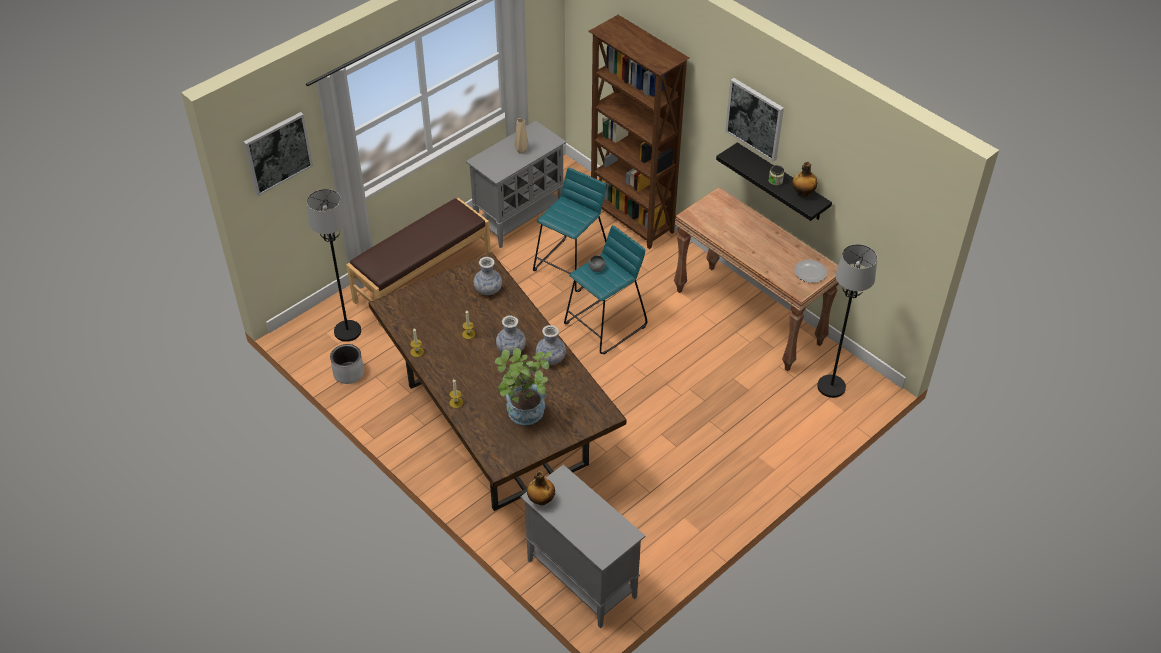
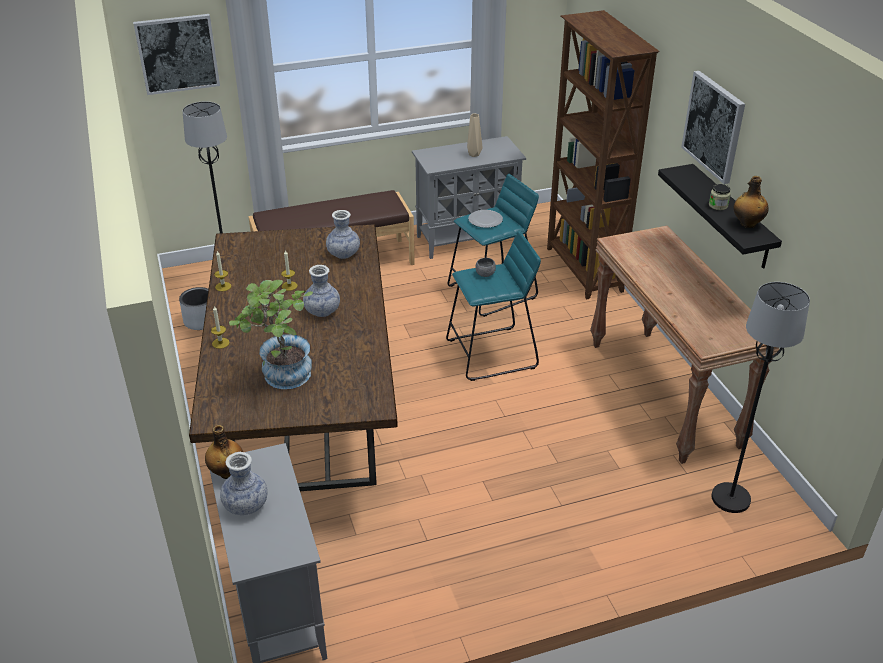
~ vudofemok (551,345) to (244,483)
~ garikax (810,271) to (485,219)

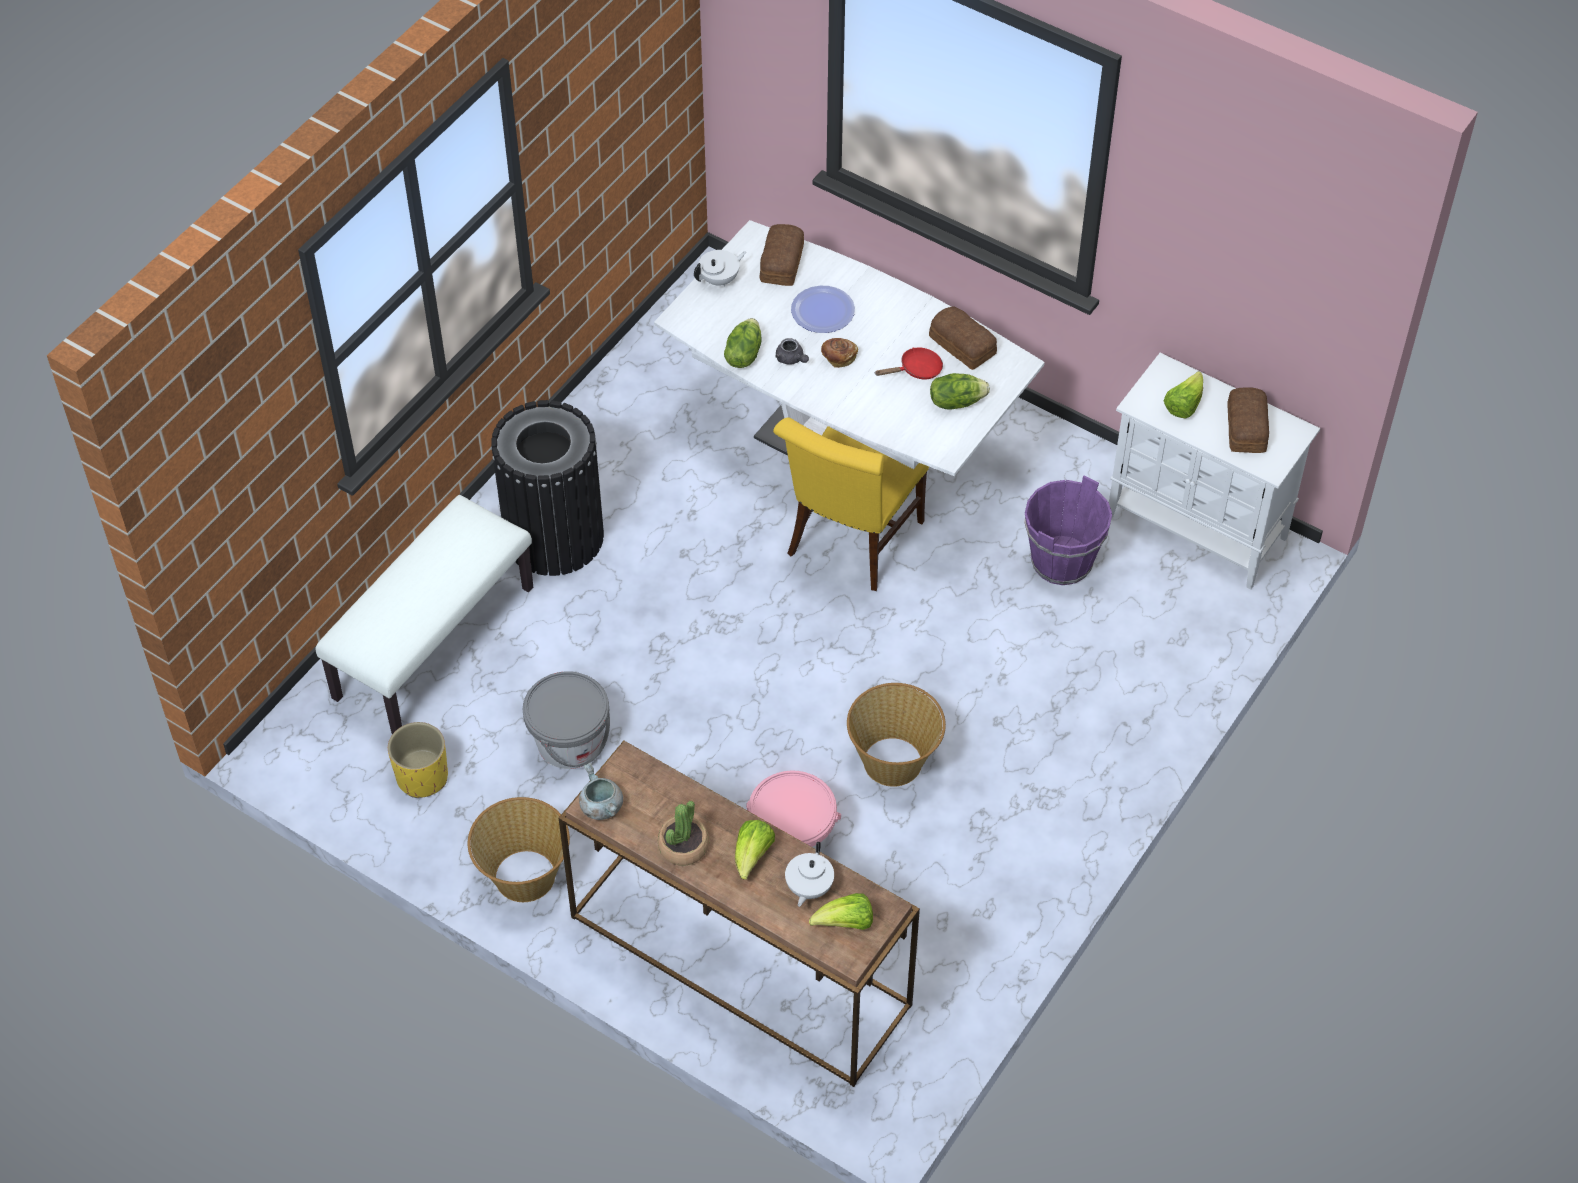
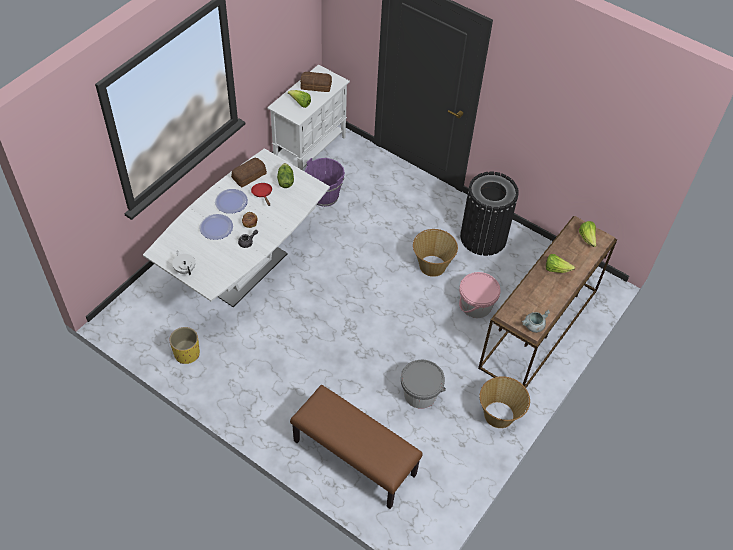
- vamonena (683,833)
- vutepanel (743,343)
- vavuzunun (782,255)
- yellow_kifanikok (851,504)
- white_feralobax (809,874)
+ garikax (231,201)
~ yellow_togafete (418,760) to (185,345)
~ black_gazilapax (547,488) to (489,214)
~ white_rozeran (424,614) to brown_rozeran (356,447)

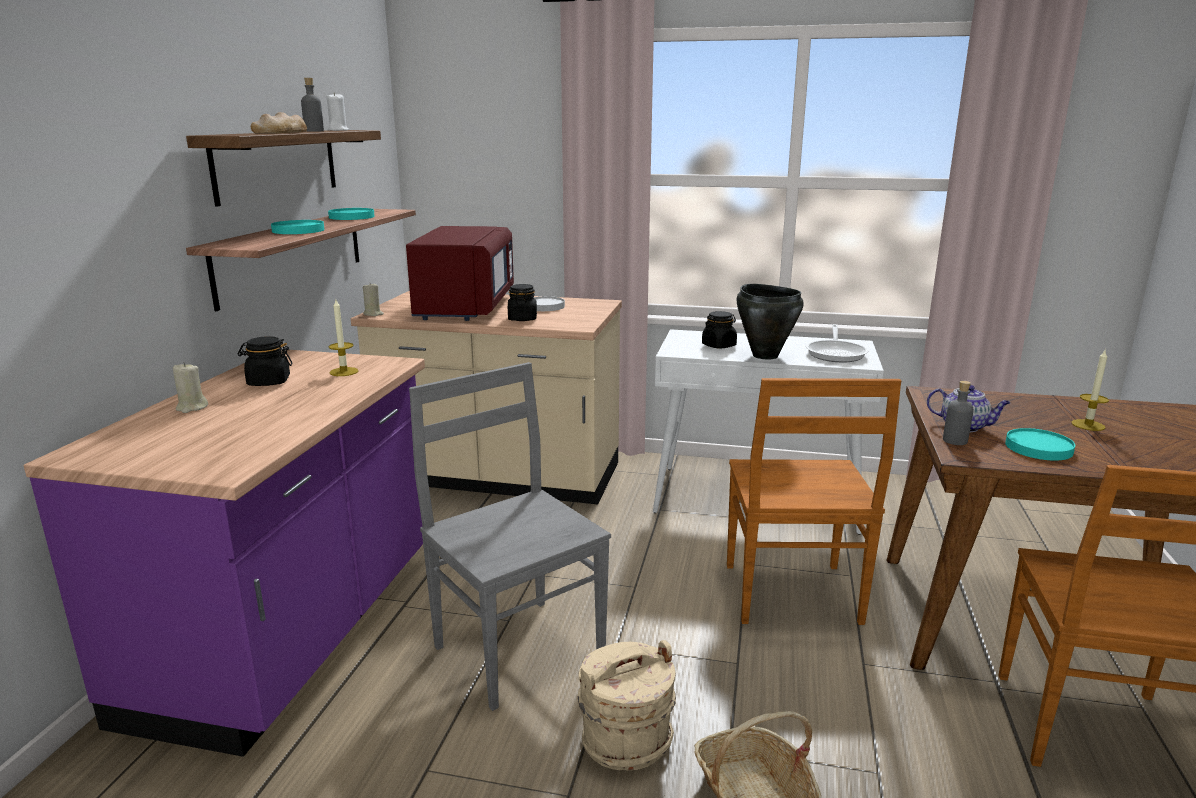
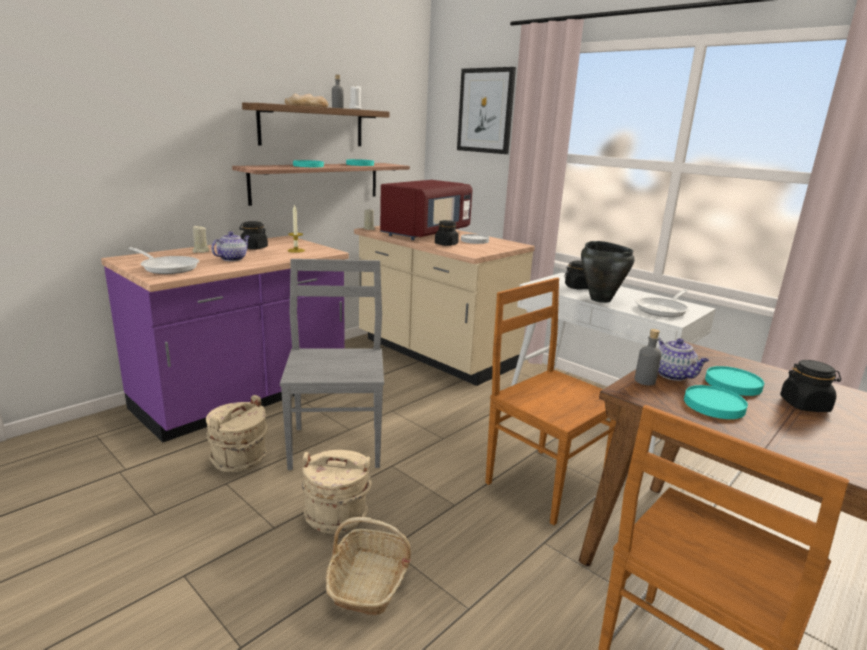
+ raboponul (164,260)
+ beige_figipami (237,433)
+ feralobax (230,246)
+ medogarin (486,110)
+ turquoise_garikax (734,381)
~ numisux (1090,390) to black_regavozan (810,386)
~ brown_kifanikok (814,501) = (550,401) 105 degrees clockwise

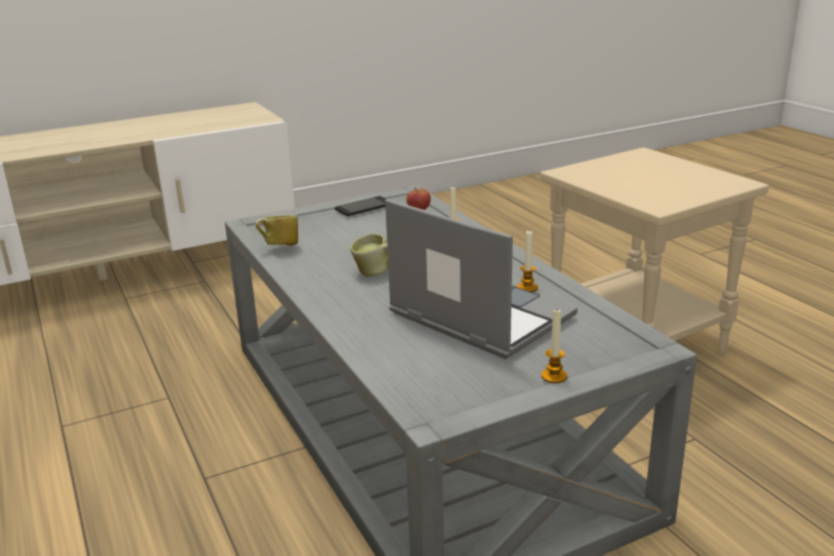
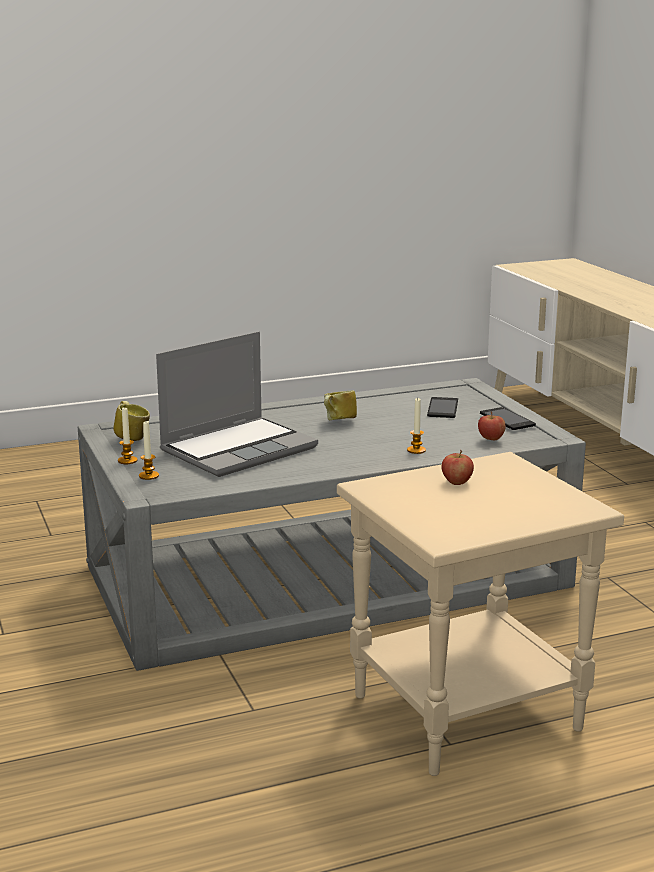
+ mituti (442,407)
+ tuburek (458,467)
~ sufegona (276,230) to (131,421)
~ numisux (527,261) to (149,450)

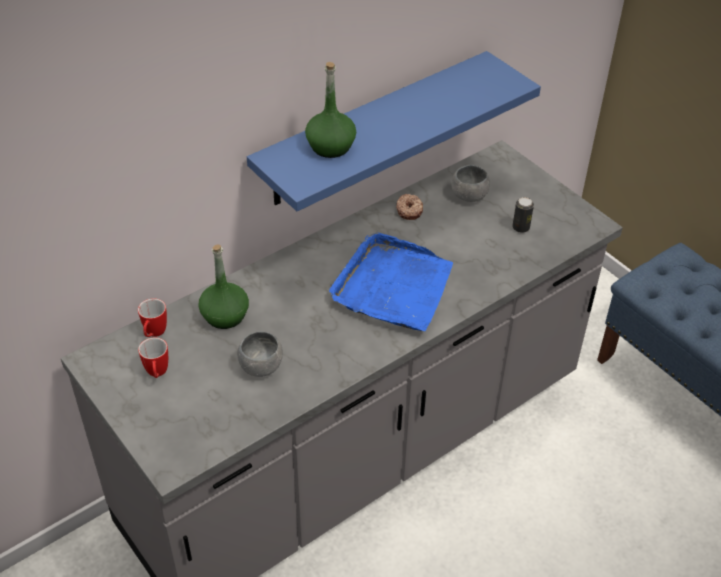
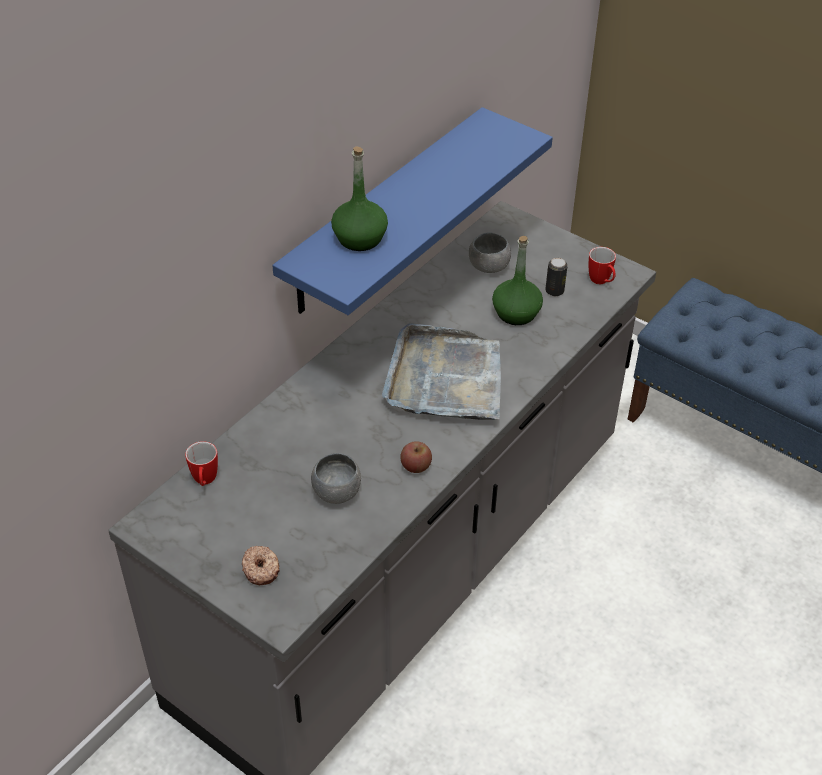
+ tuburek (416,457)
~ sufegona (153,357) to (602,265)
~ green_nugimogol (223,286) to (517,280)
~ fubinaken (409,207) to (261,565)
~ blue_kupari (391,281) to grey_kupari (441,371)

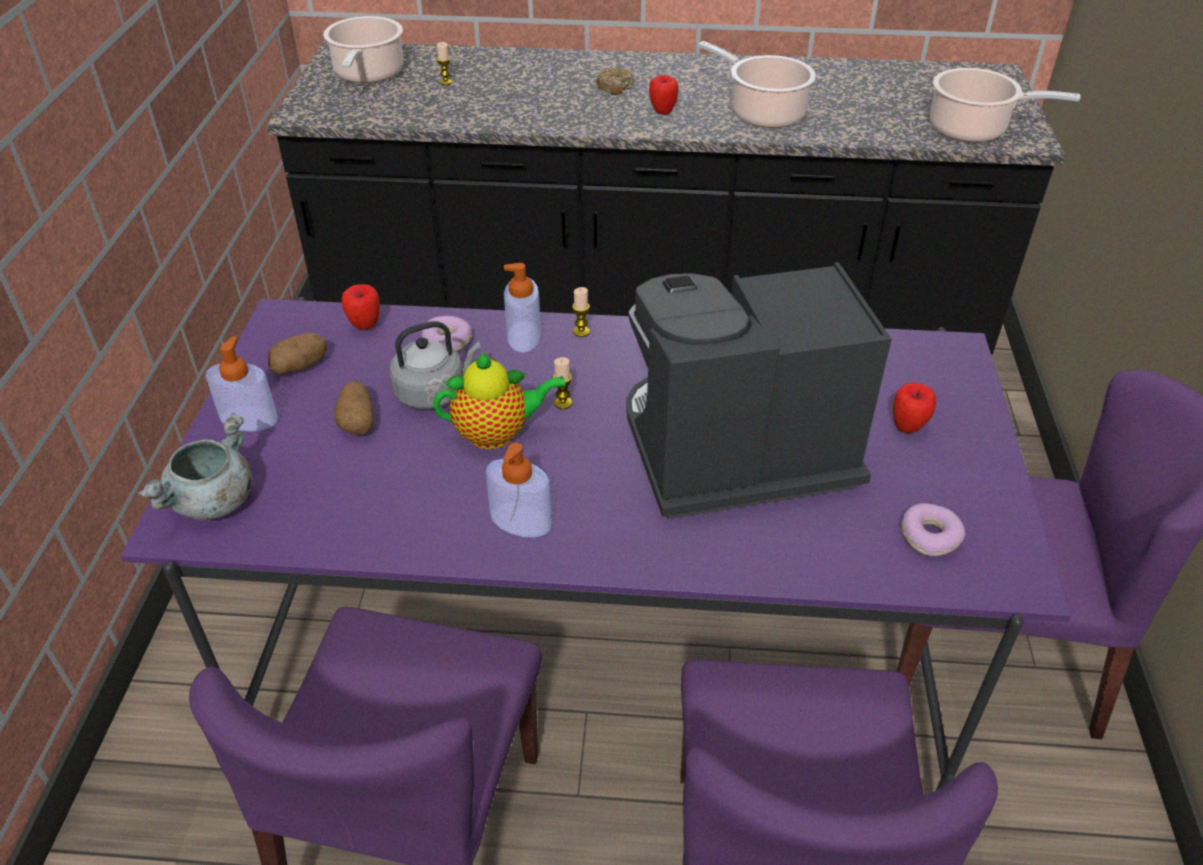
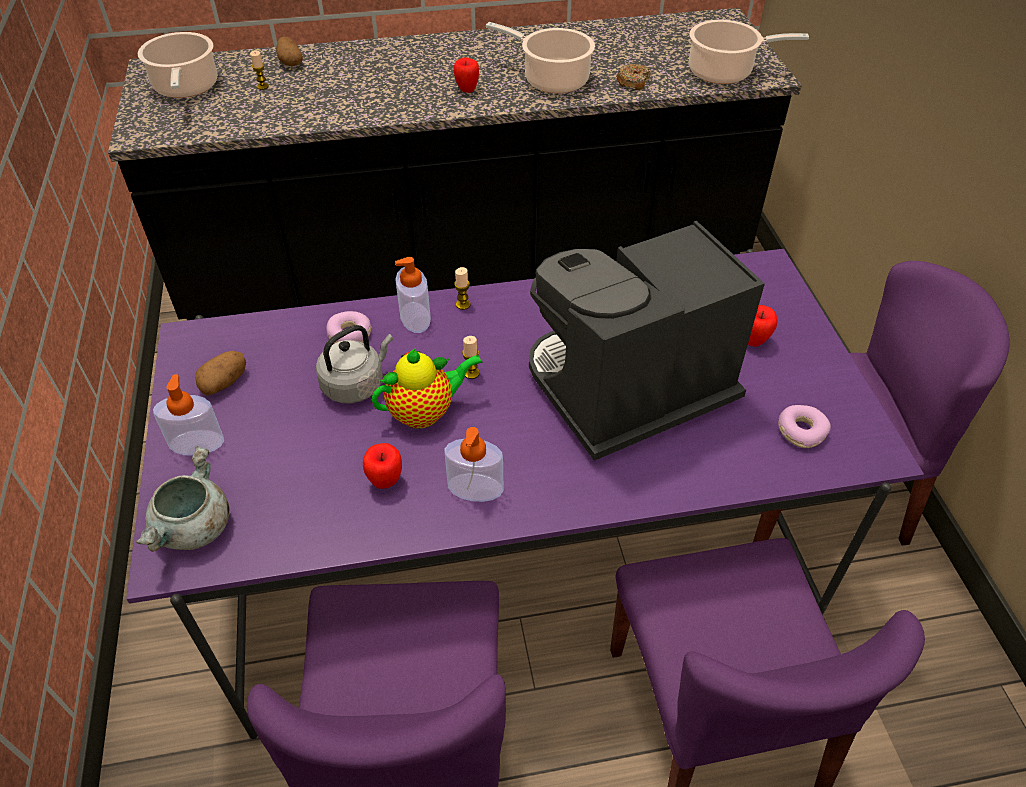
~ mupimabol (354,408) to (289,51)
~ tuburek (361,306) to (382,466)
~ fubinaken (615,81) to (633,77)

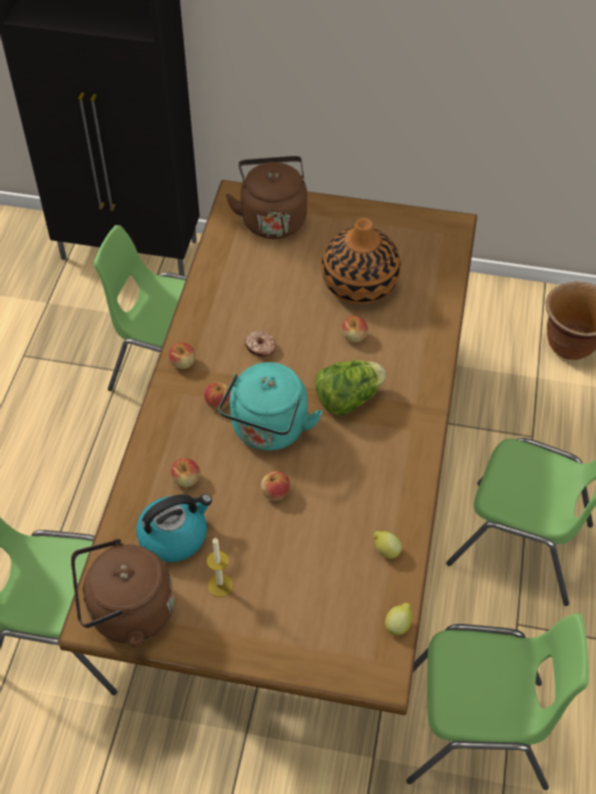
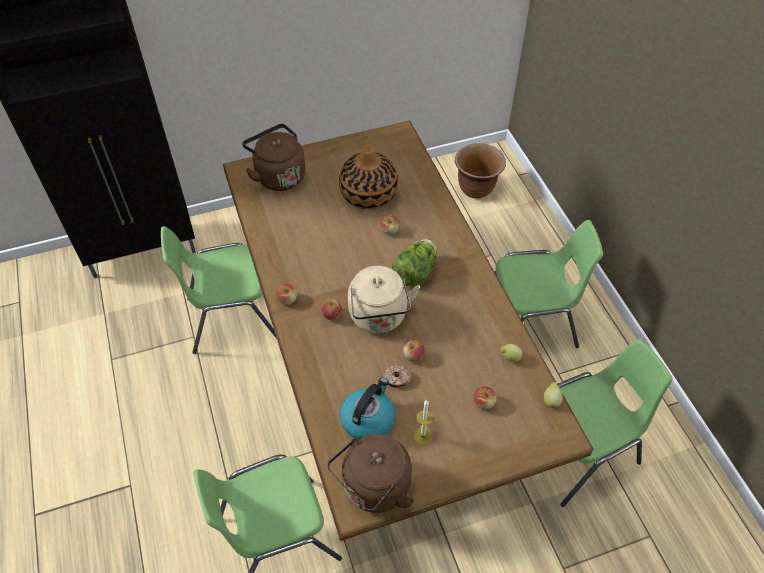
~ tuburek (185,472) to (485,398)
~ fubinaken (260,343) to (397,376)
~ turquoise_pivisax (270,406) to beige_pivisax (384,299)

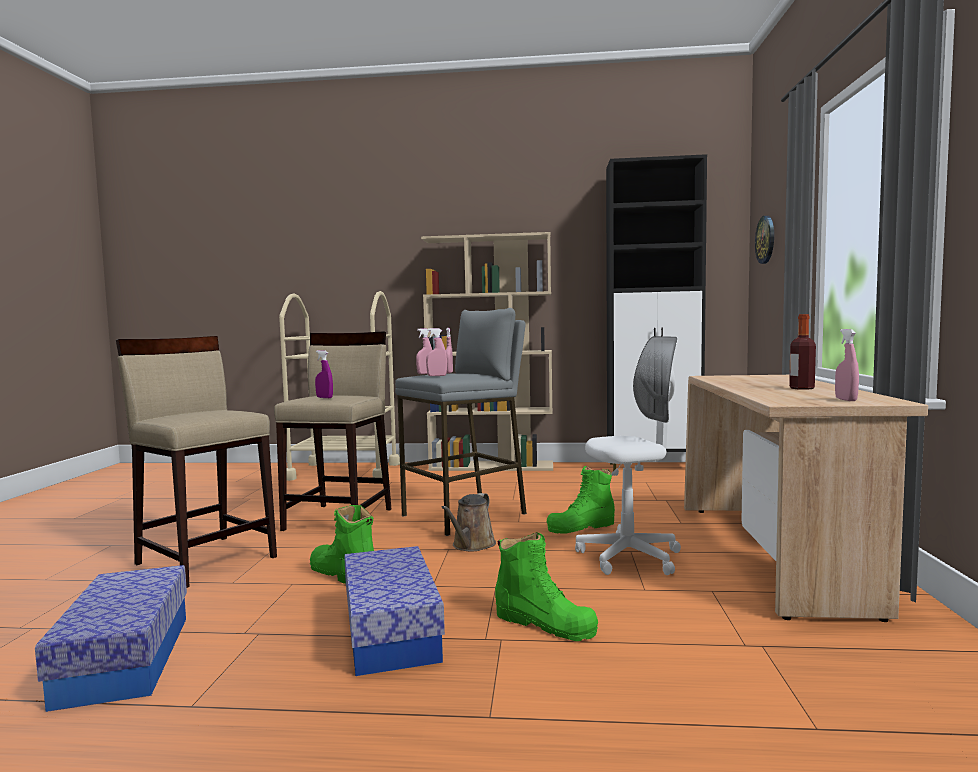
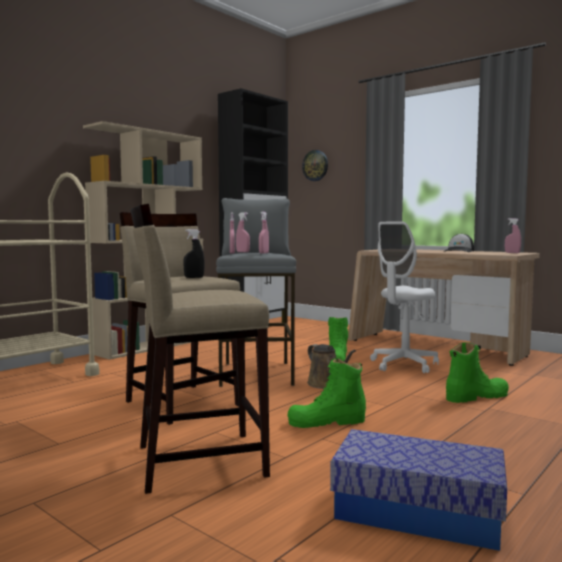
- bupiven (394,611)
~ nugimogol (802,352) to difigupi (459,243)
~ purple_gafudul (324,374) to black_gafudul (194,253)
~ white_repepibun (628,455) = (404,297) 150 degrees counterclockwise

